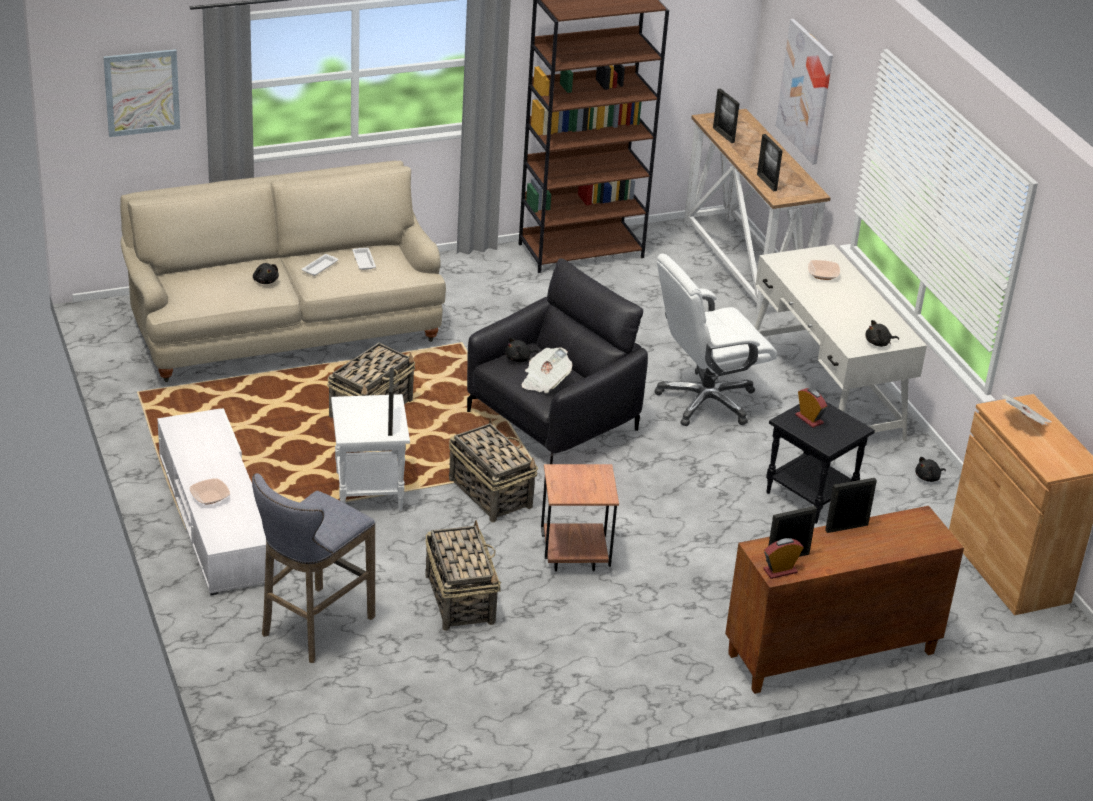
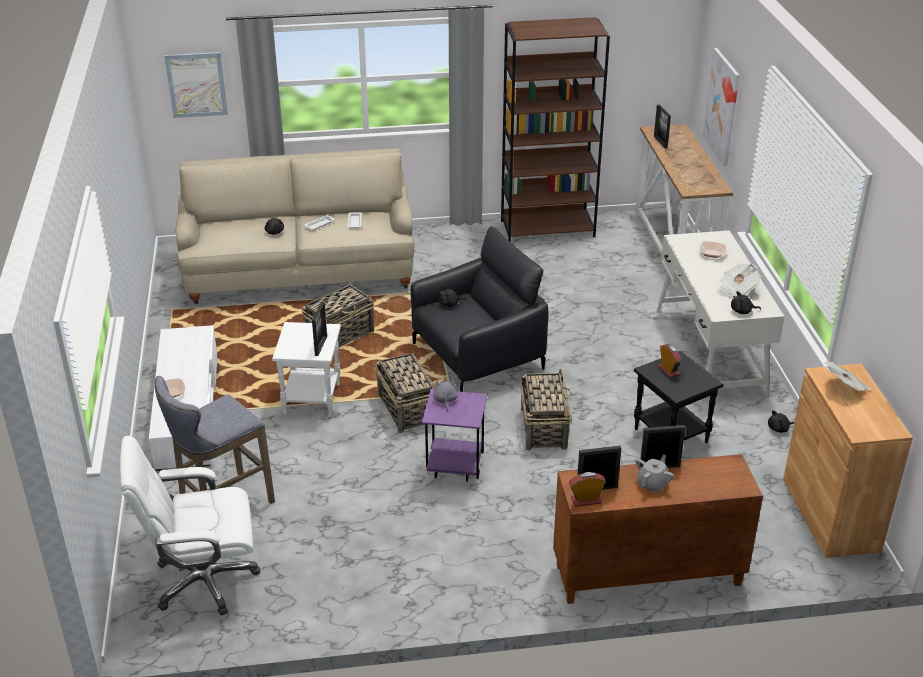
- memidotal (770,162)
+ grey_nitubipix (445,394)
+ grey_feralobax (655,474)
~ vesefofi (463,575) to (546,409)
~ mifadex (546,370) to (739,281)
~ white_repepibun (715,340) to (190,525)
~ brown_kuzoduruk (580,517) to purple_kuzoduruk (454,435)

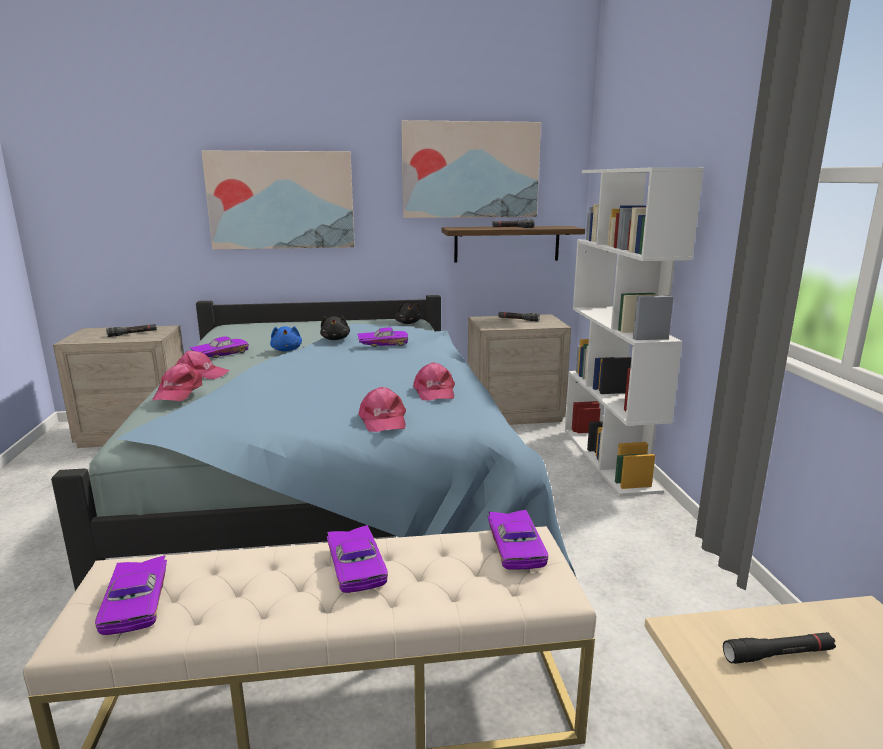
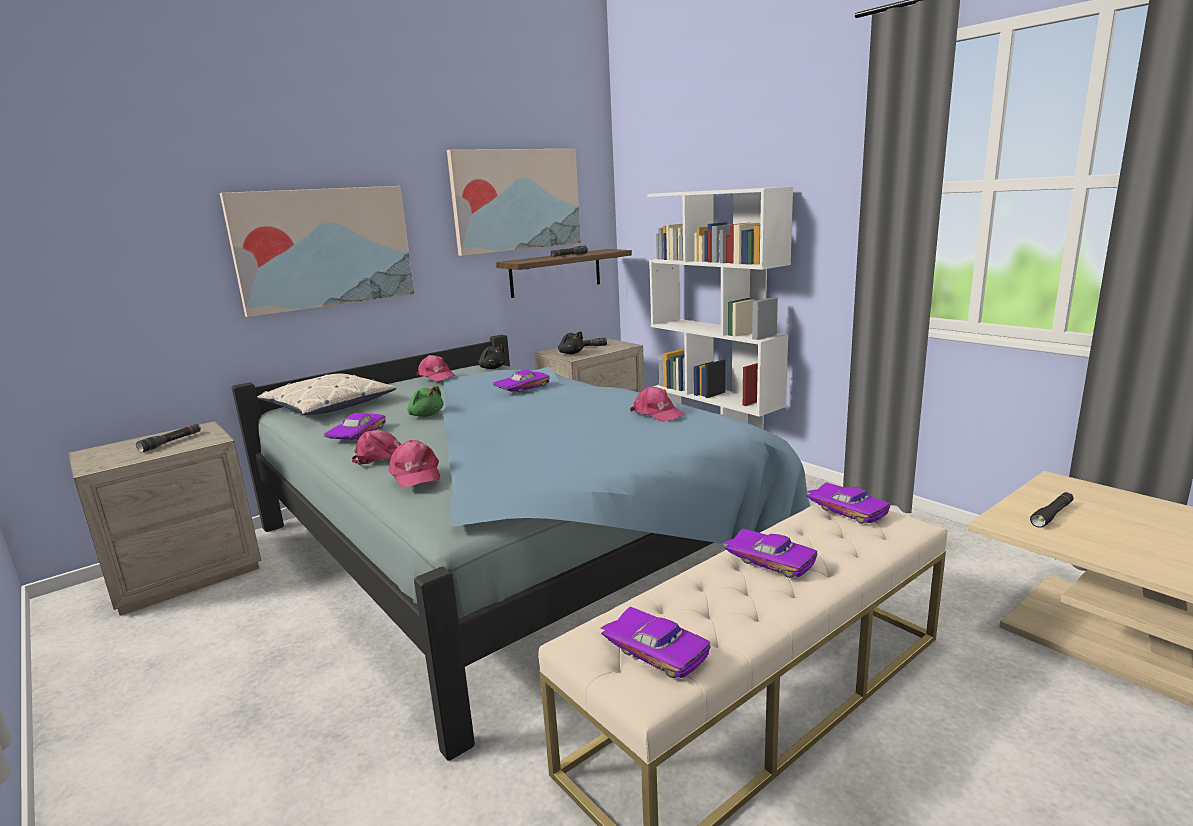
+ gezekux (327,394)
~ black_nitubipix (335,328) to (571,342)
~ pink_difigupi (382,409) to (436,368)
~ blue_nitubipix (286,339) to green_nitubipix (425,401)

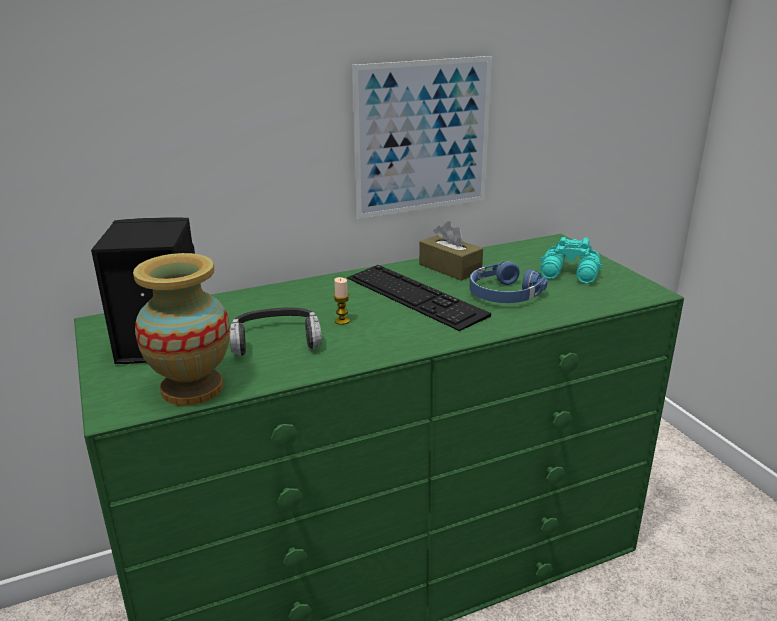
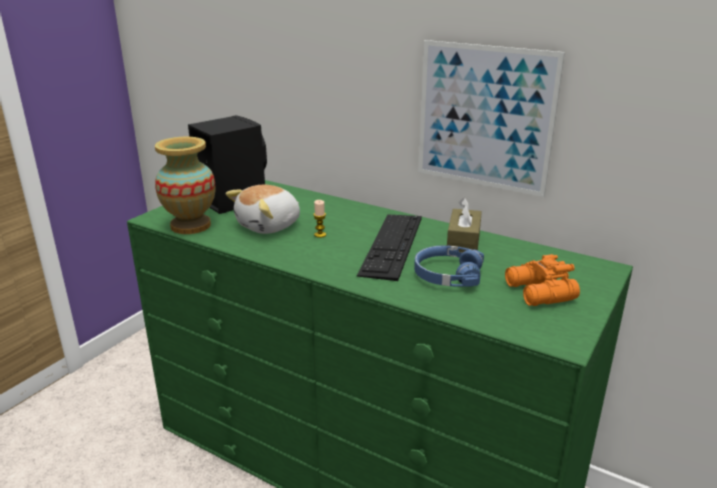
~ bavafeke (276,332) to nitubipix (263,209)
~ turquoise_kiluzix (571,260) to orange_kiluzix (542,280)

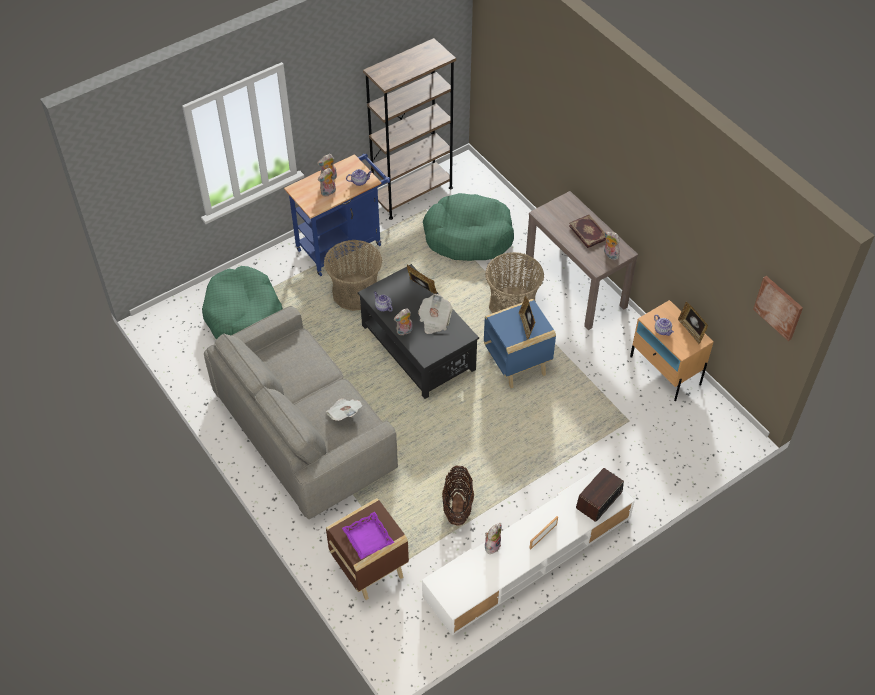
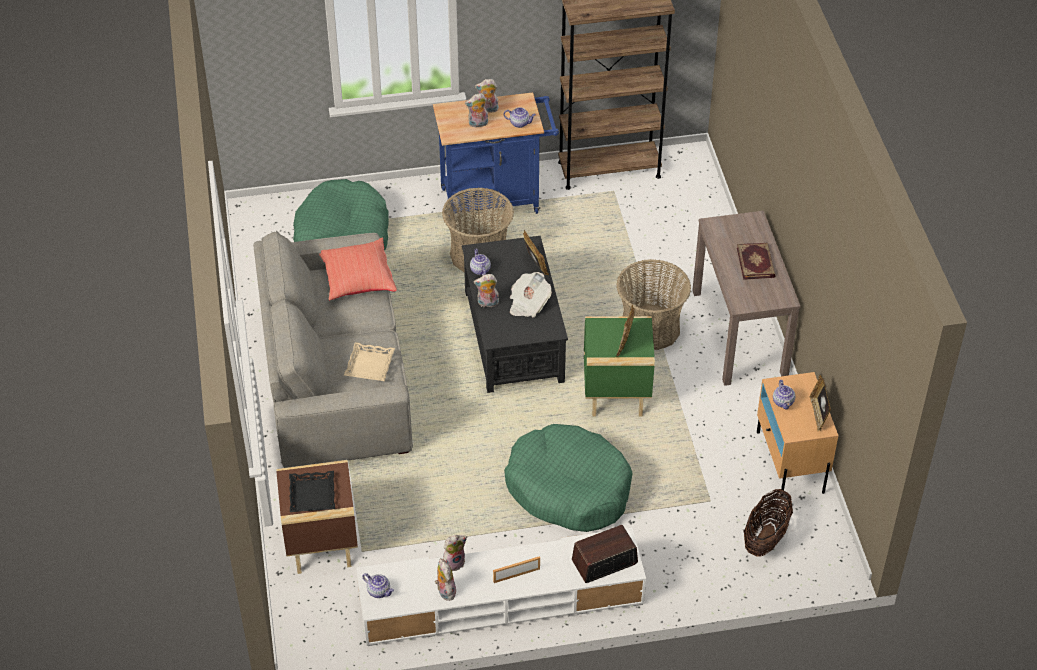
- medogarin (778,308)
+ red_gezekux (358,268)
+ feralobax (378,585)
~ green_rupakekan (468,227) to (568,478)
~ vesefofi (458,495) to (768,523)
~ nitubipix (612,245) to (445,579)
~ mifadex (344,409) to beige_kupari (369,361)
~ purple_kupari (368,535) to black_kupari (312,491)
~ blue_kuzoduruk (520,343) to green_kuzoduruk (619,366)

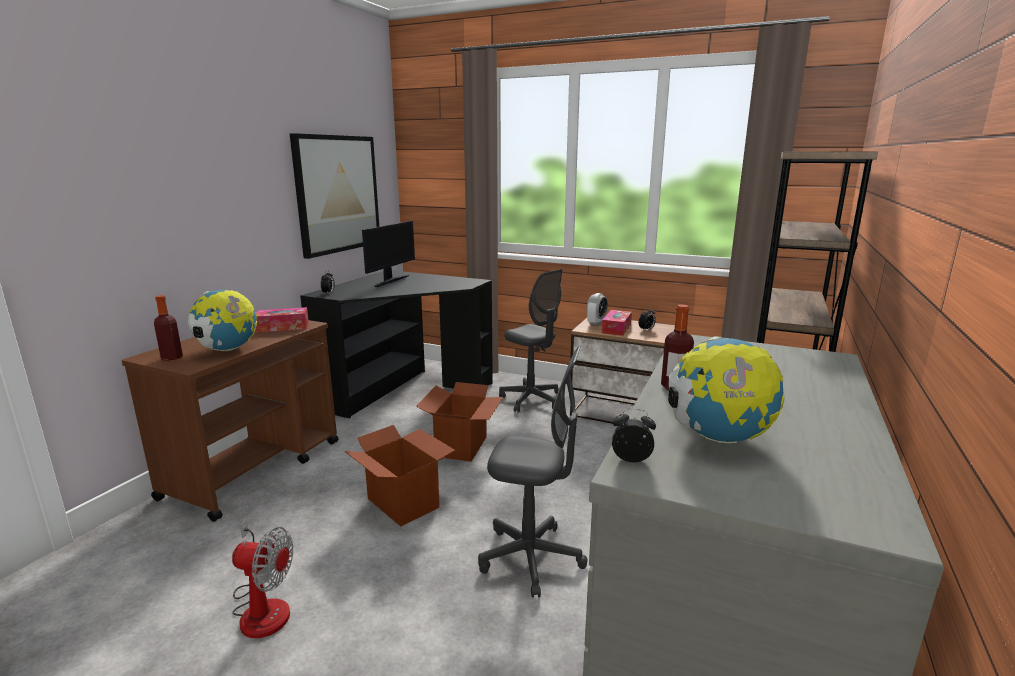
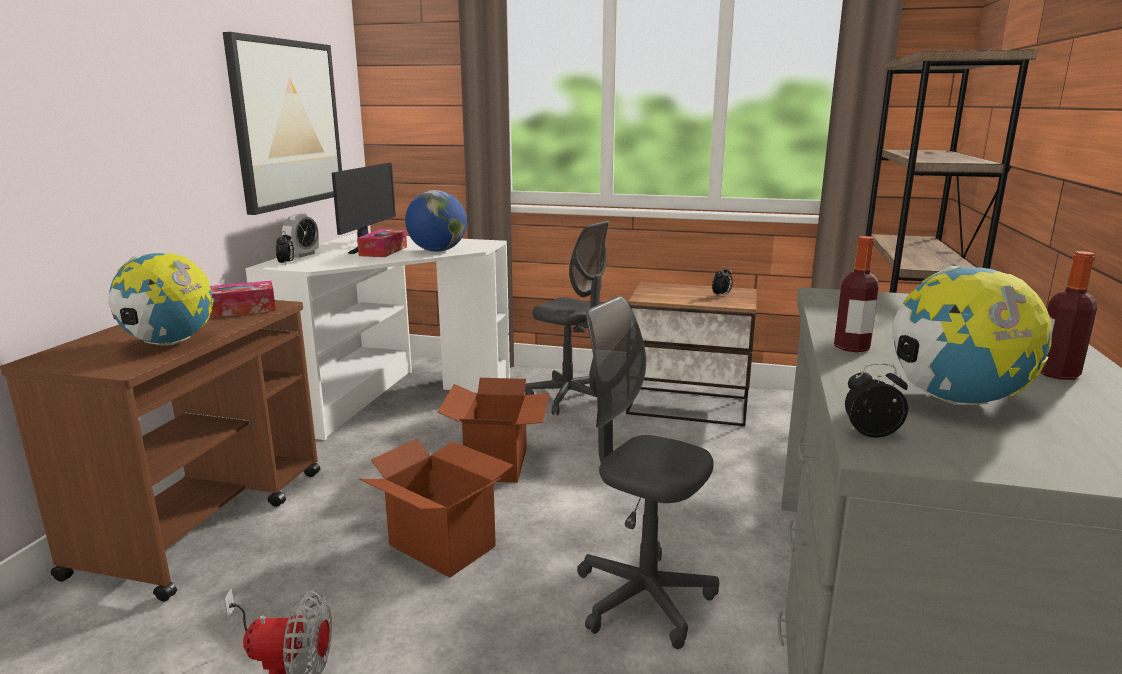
+ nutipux (436,221)
~ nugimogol (168,328) to (1069,315)
~ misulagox (597,309) to (300,235)
~ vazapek (617,323) to (382,243)
~ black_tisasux (396,344) to white_tisasux (377,336)
~ grey_repepibun (533,472) = (648,472) 150 degrees counterclockwise

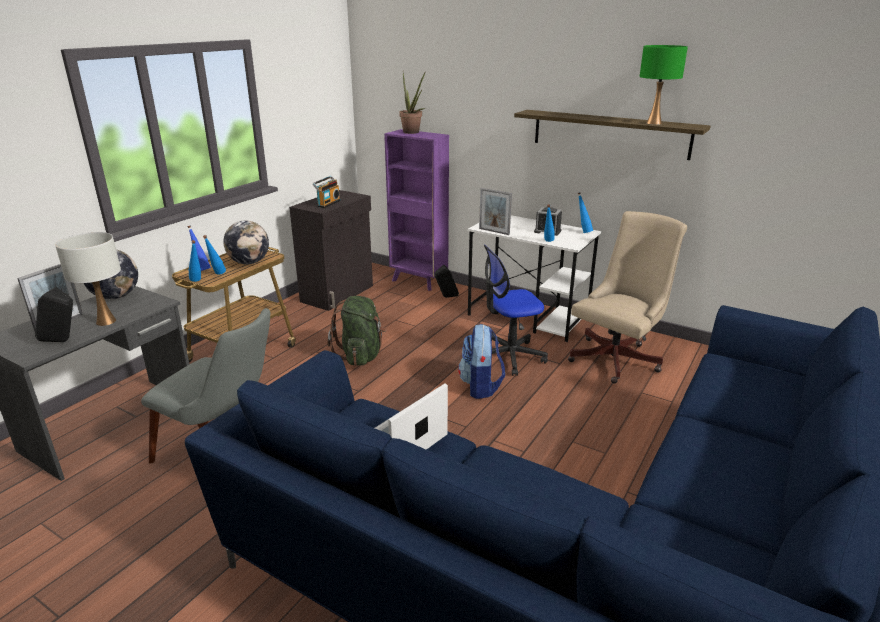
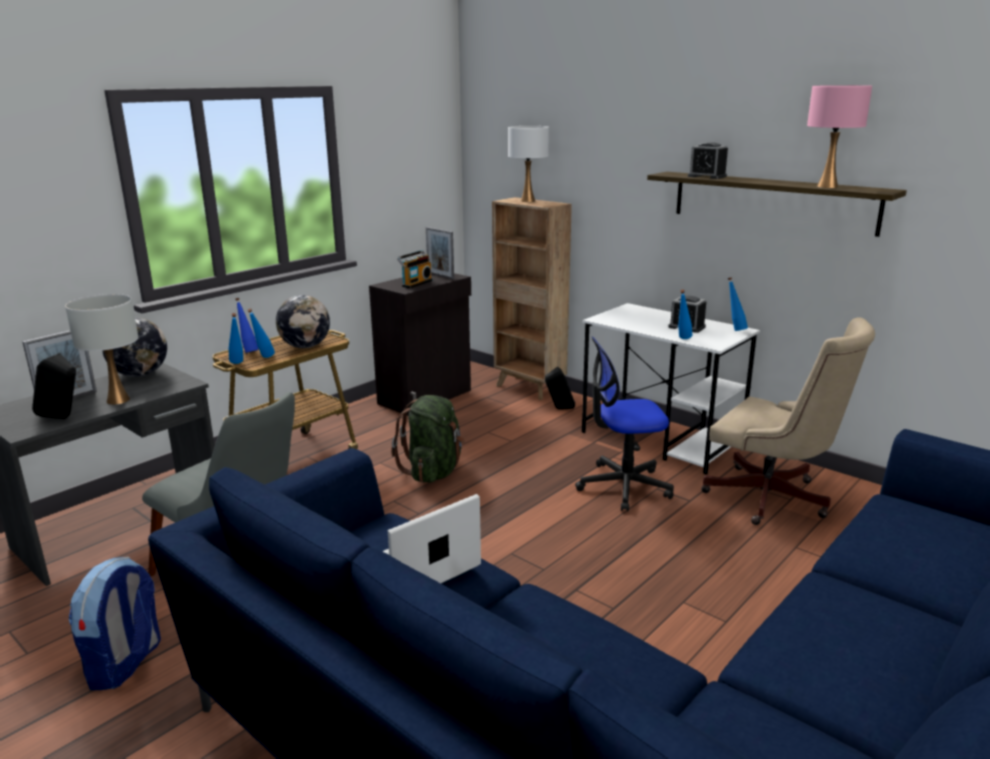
+ misulagox (708,160)
~ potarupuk (481,361) to (114,623)
~ memidotal (495,211) to (440,253)
~ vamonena (412,103) to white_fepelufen (528,164)
~ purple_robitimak (416,210) to brown_robitimak (532,298)
~ green_fepelufen (664,85) to pink_fepelufen (839,136)
~ beige_repepibun (627,297) = (788,421) 75 degrees clockwise

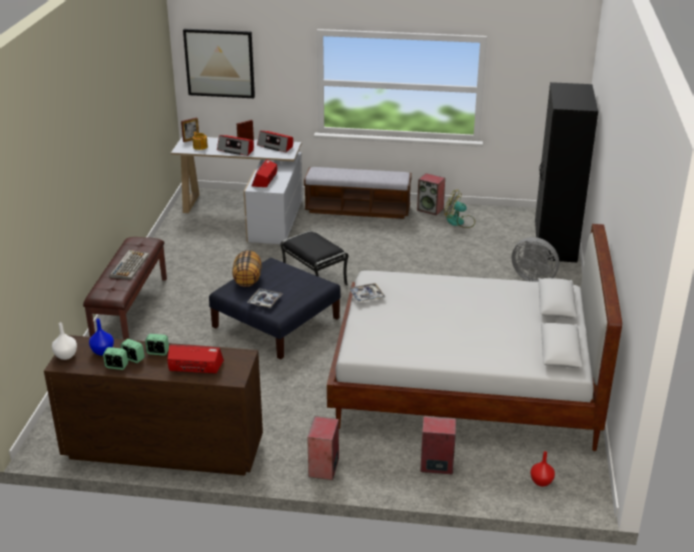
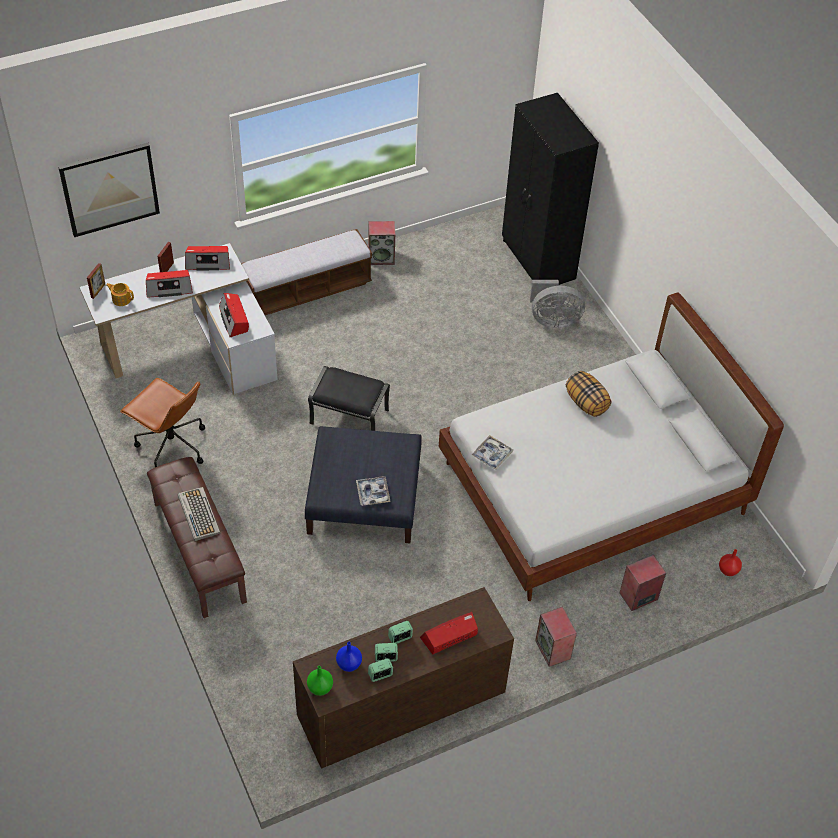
- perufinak (459,209)
+ brown_repepibun (162,422)
~ gezekux (247,268) to (588,394)
~ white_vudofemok (64,341) to green_vudofemok (320,680)

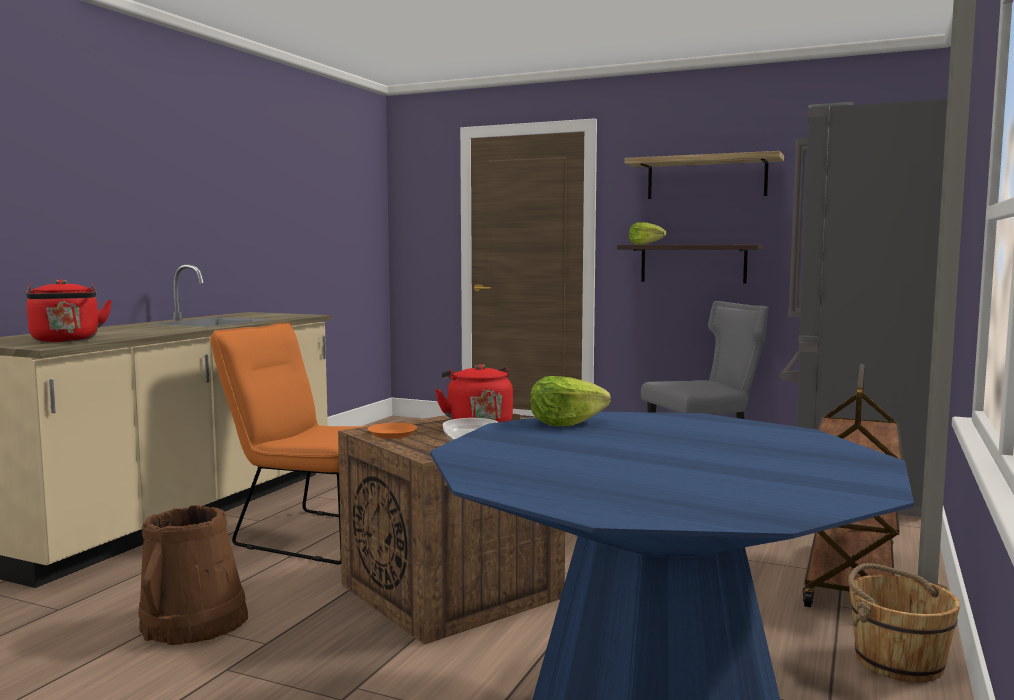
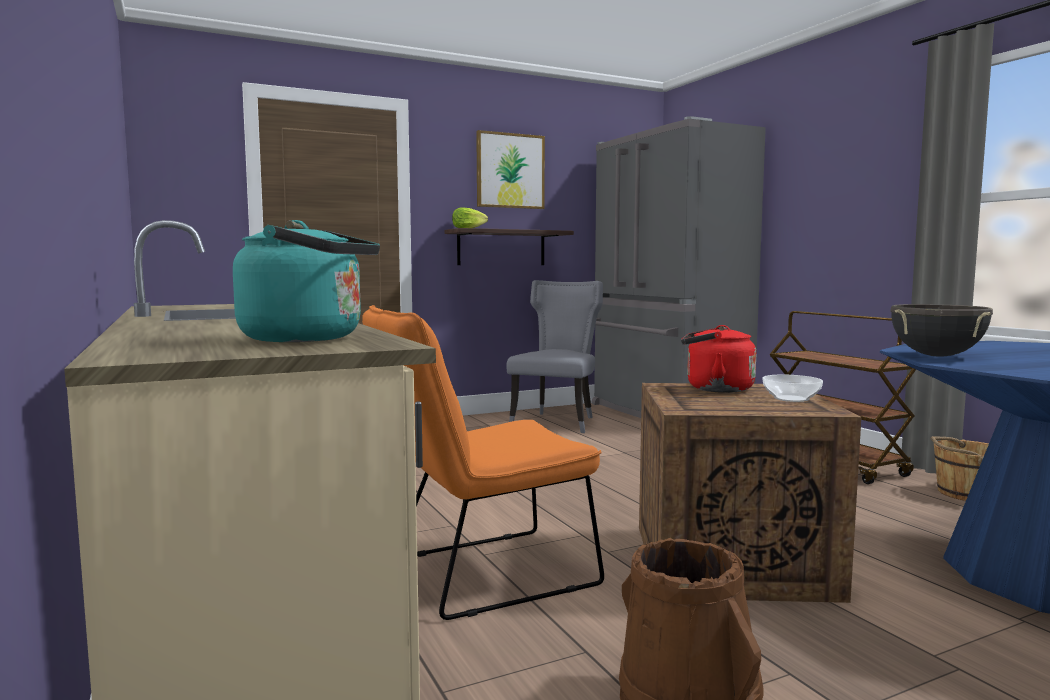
- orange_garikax (392,431)
~ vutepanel (570,401) to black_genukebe (941,330)
~ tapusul (704,175) to medogarin (510,169)
~ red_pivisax (69,310) to turquoise_pivisax (306,281)

